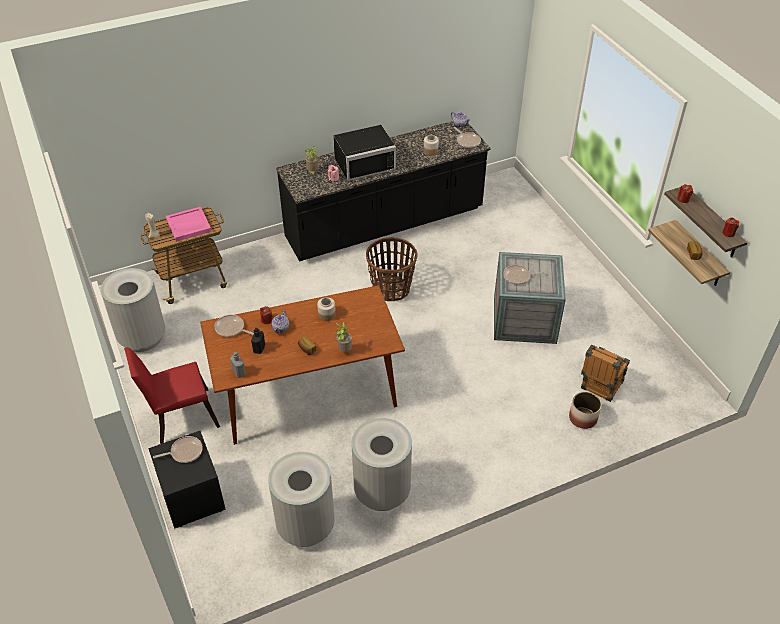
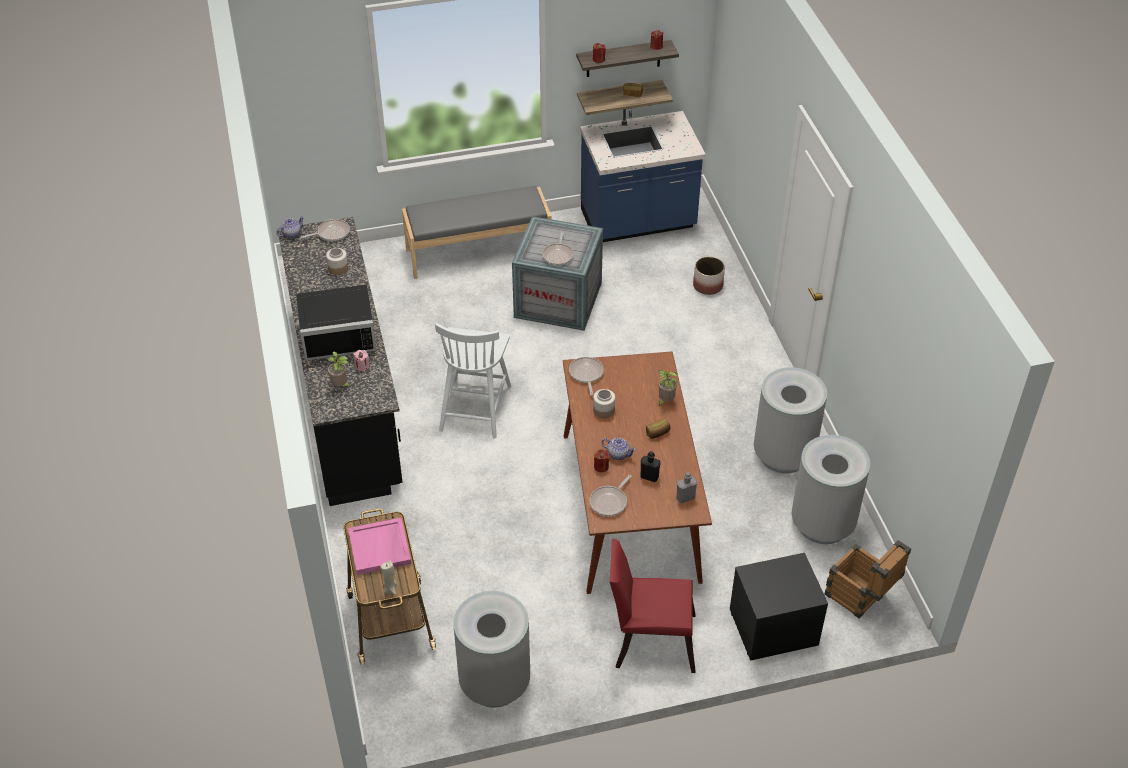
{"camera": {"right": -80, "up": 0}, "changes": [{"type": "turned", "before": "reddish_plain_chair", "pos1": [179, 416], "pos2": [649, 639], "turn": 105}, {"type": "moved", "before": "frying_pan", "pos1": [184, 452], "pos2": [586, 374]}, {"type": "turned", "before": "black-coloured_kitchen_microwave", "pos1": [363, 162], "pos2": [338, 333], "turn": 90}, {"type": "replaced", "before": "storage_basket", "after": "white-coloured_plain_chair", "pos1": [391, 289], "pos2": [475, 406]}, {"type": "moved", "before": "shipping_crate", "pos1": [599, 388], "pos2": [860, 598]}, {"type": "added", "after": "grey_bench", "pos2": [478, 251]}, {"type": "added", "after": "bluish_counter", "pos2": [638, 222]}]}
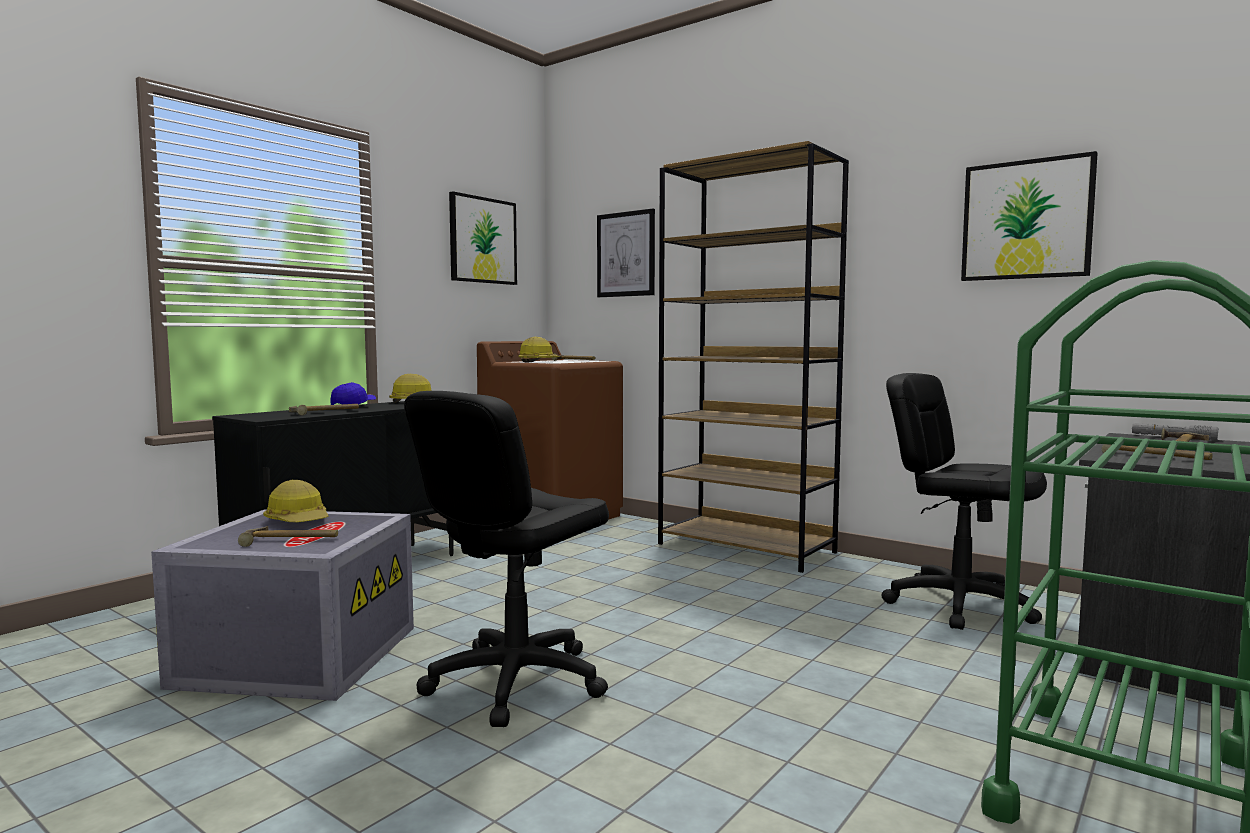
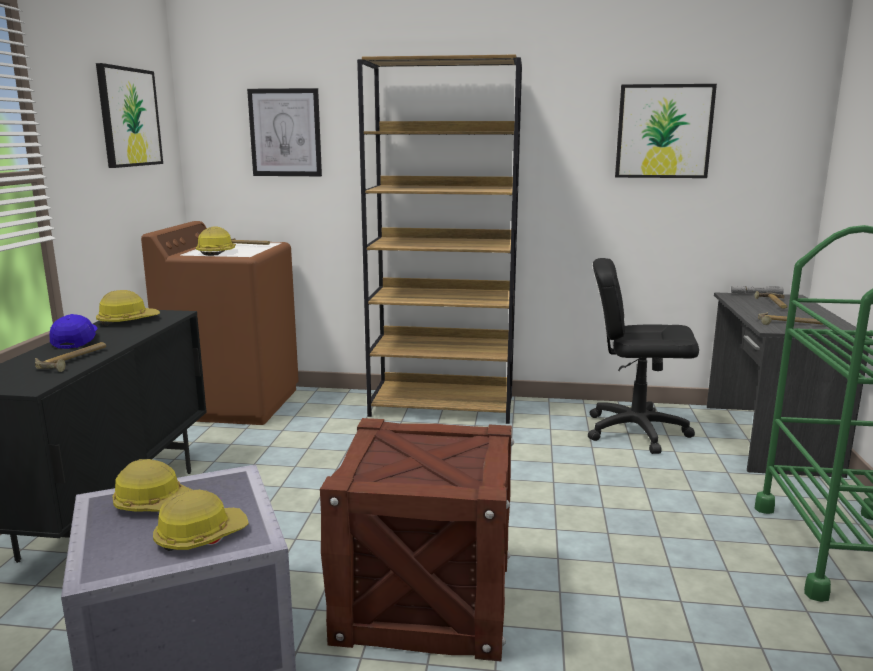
{"camera": {"right": -30, "up": 10}, "changes": [{"type": "replaced", "before": "hand_hammer", "after": "safety_helmet", "pos1": [289, 541], "pos2": [200, 535]}, {"type": "replaced", "before": "black-coloured_computer_chair", "after": "shipping_crate", "pos1": [515, 681], "pos2": [426, 598]}]}
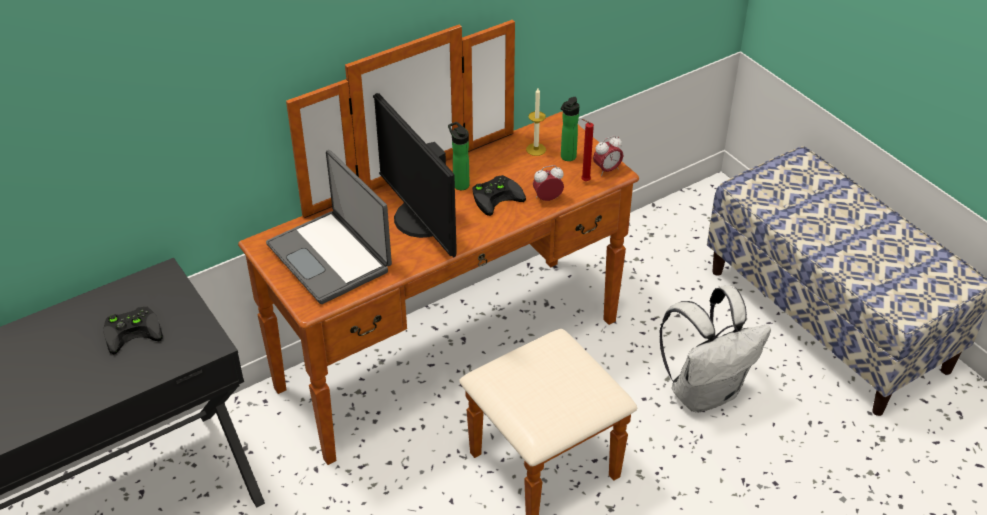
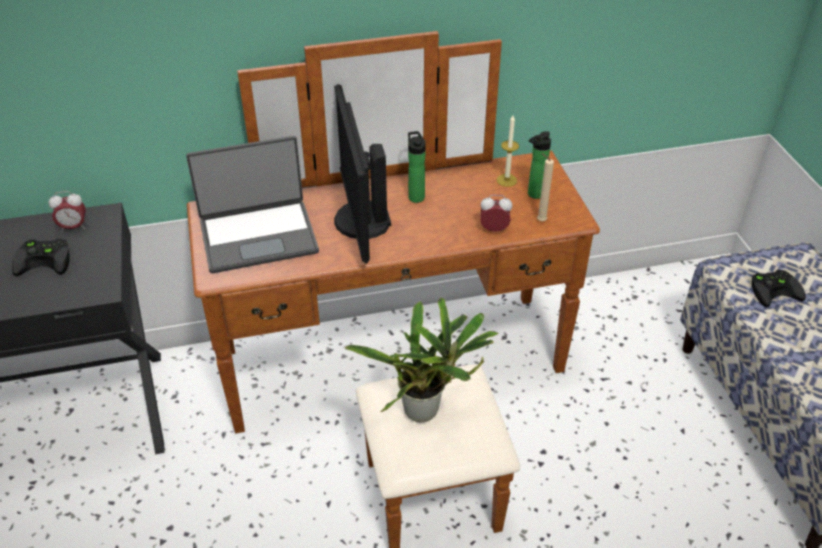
{"camera": {"right": 20, "up": 0}, "changes": [{"type": "turned", "before": "notebook_computer", "pos1": [331, 257], "pos2": [258, 236], "turn": -90}, {"type": "moved", "before": "black-coloured_game_controller", "pos1": [497, 196], "pos2": [775, 289]}, {"type": "recoloured", "before": "reddish_candle", "after": "beige-coloured_candle", "pos1": [584, 181], "pos2": [539, 221]}, {"type": "moved", "before": "alarm_clock", "pos1": [607, 170], "pos2": [73, 227]}, {"type": "removed", "before": "white-coloured_knapsack", "pos1": [705, 392]}, {"type": "added", "after": "houseplant", "pos2": [426, 411]}]}
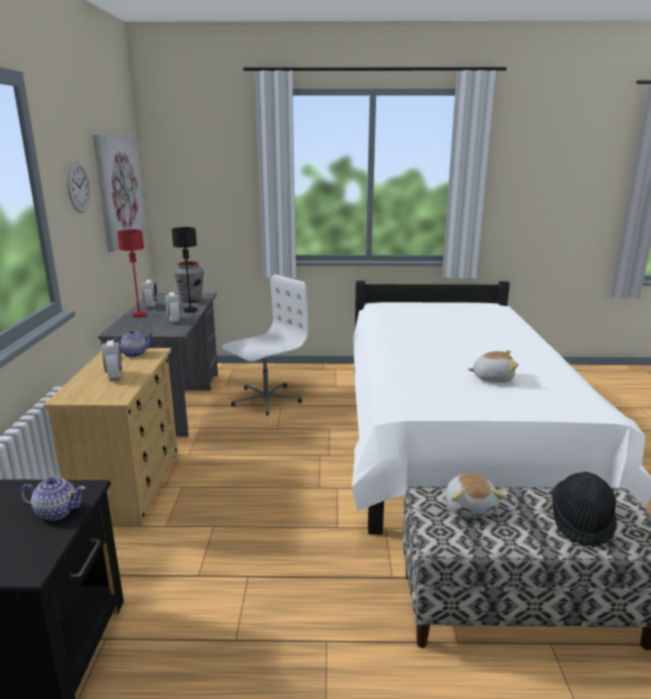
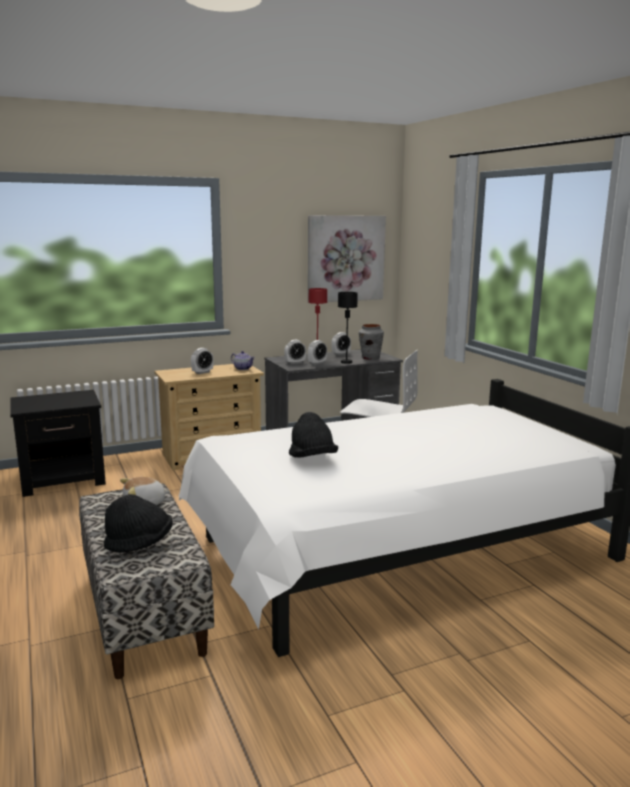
{"camera": {"right": 65, "up": -5}, "changes": [{"type": "removed", "before": "teapot", "pos1": [56, 512]}, {"type": "removed", "before": "wall_clock", "pos1": [78, 187]}, {"type": "replaced", "before": "cuddly_toy", "after": "black-coloured_hat", "pos1": [492, 378], "pos2": [312, 459]}, {"type": "added", "after": "alarm_clock", "pos2": [295, 363]}]}
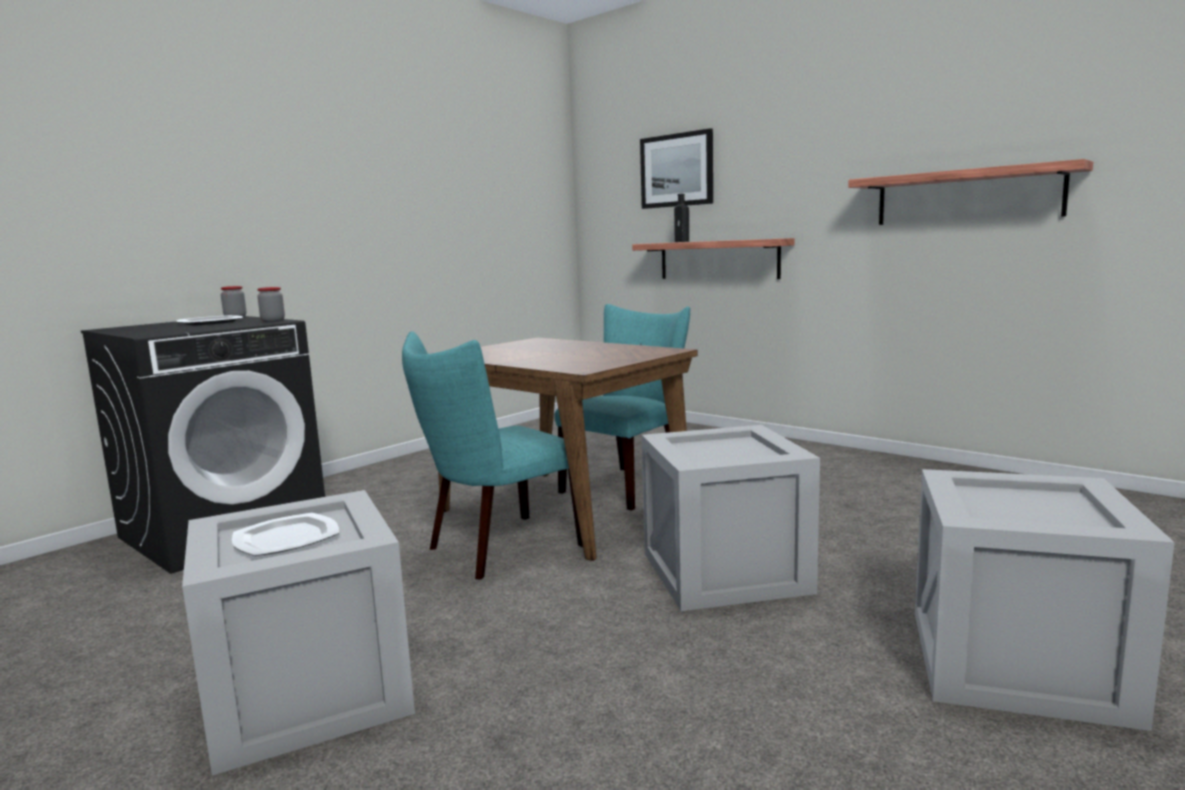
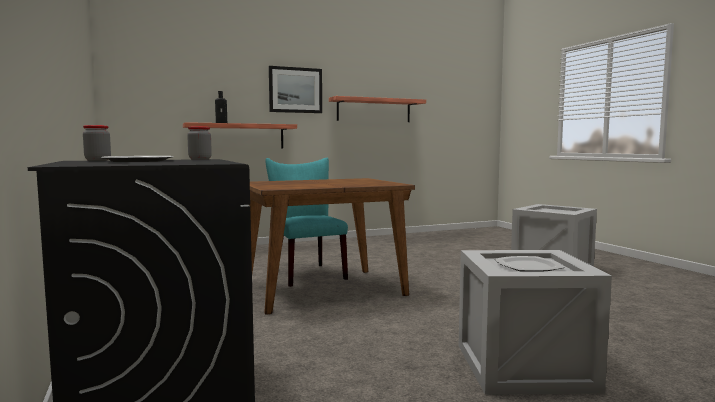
{"camera": {"right": -65, "up": -5}, "changes": [{"type": "removed", "before": "turquoise-coloured_plain_chair", "pos1": [497, 549]}, {"type": "moved", "before": "wall_art", "pos1": [677, 170], "pos2": [295, 90]}, {"type": "removed", "before": "shipping_crate", "pos1": [724, 572]}]}
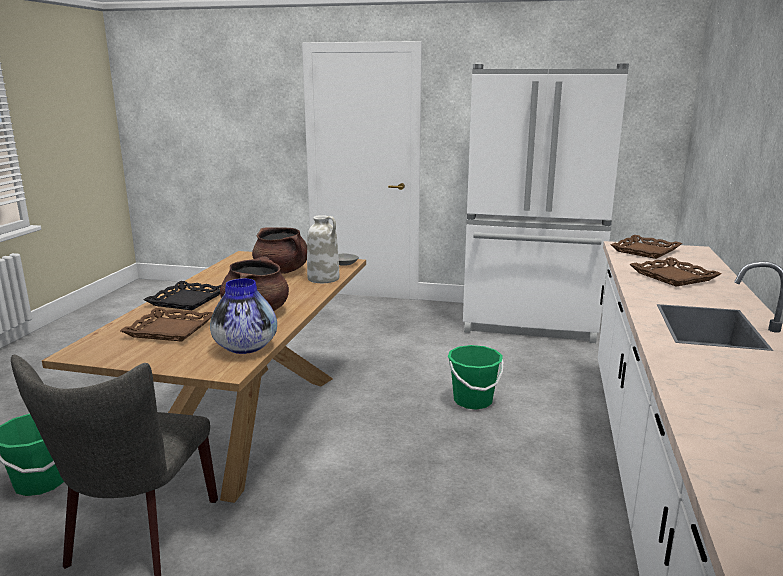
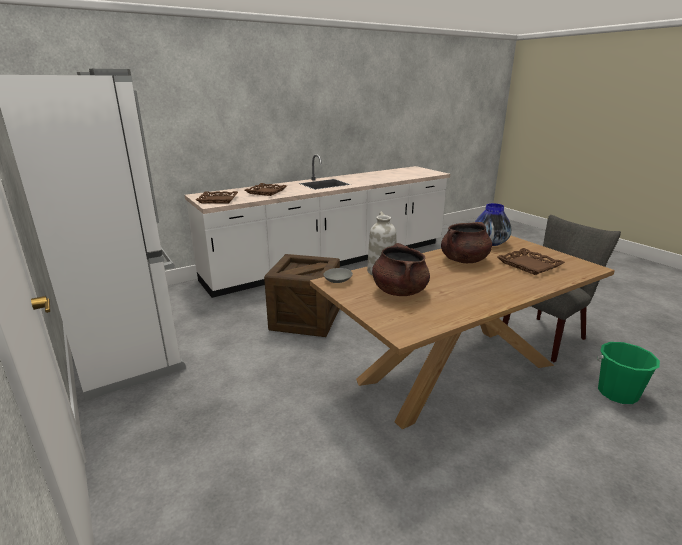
{"camera": {"right": -135, "up": 5}, "changes": [{"type": "removed", "before": "black-coloured_serving_tray", "pos1": [187, 300]}, {"type": "replaced", "before": "greenish_bucket", "after": "shipping_crate", "pos1": [473, 401], "pos2": [305, 319]}]}
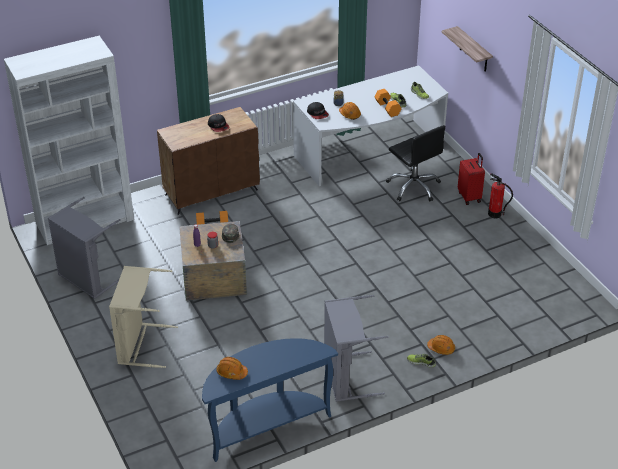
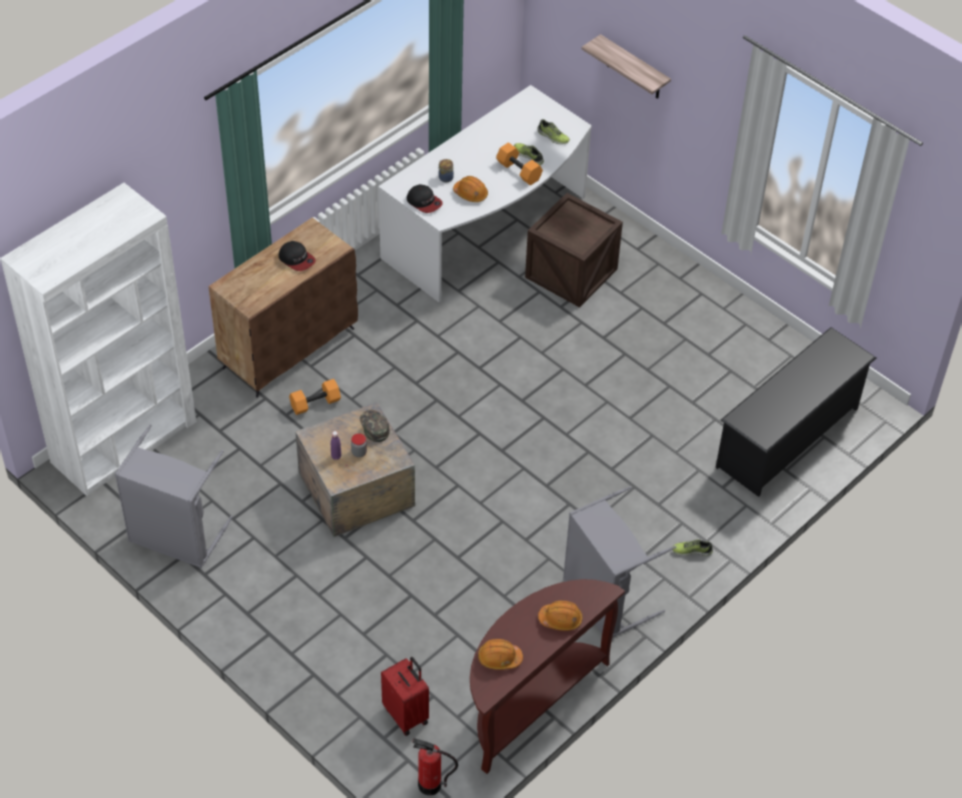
{"camera": {"right": -20, "up": 10}, "changes": [{"type": "removed", "before": "beige-coloured_washing_basket", "pos1": [140, 345]}, {"type": "recoloured", "before": "bluish_narrow_table", "after": "brownish_narrow_table", "pos1": [266, 425], "pos2": [530, 701]}, {"type": "replaced", "before": "black-coloured_computer_chair", "after": "shipping_crate", "pos1": [414, 187], "pos2": [571, 273]}, {"type": "moved", "before": "orange_safety_helmet", "pos1": [441, 348], "pos2": [560, 619]}, {"type": "moved", "before": "reddish_suitcase", "pos1": [470, 197], "pos2": [407, 715]}, {"type": "moved", "before": "fire_extinguisher", "pos1": [494, 214], "pos2": [430, 785]}, {"type": "added", "after": "black-coloured_shoe_rack", "pos2": [788, 437]}]}
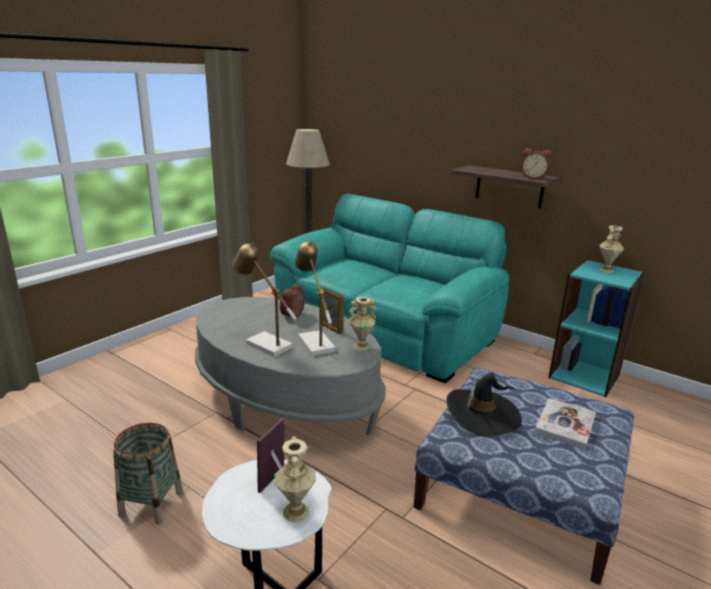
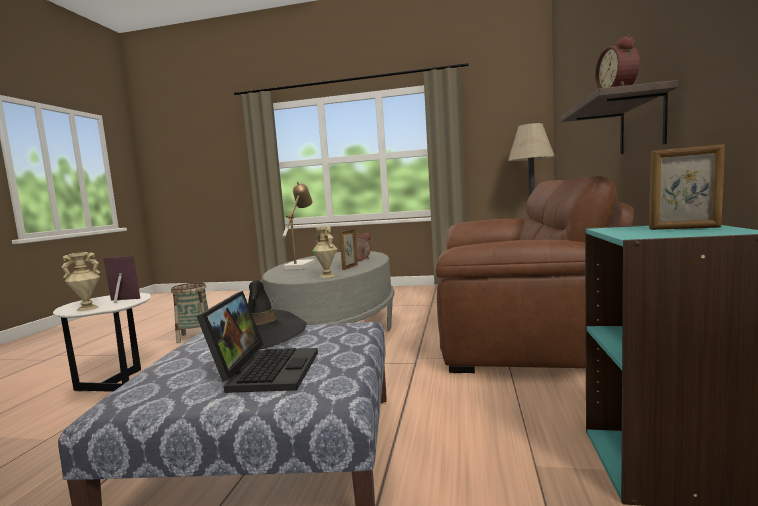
{"camera": {"right": 65, "up": -15}, "changes": [{"type": "recoloured", "before": "turquoise-coloured_sofa", "after": "brownish_sofa", "pos1": [386, 329], "pos2": [515, 326]}, {"type": "removed", "before": "lamp_for_a_table", "pos1": [313, 342]}, {"type": "replaced", "before": "bound_book", "after": "notebook_computer", "pos1": [565, 424], "pos2": [265, 370]}, {"type": "replaced", "before": "beige-coloured_decorative_vase", "after": "picture_frame", "pos1": [606, 270], "pos2": [684, 228]}]}
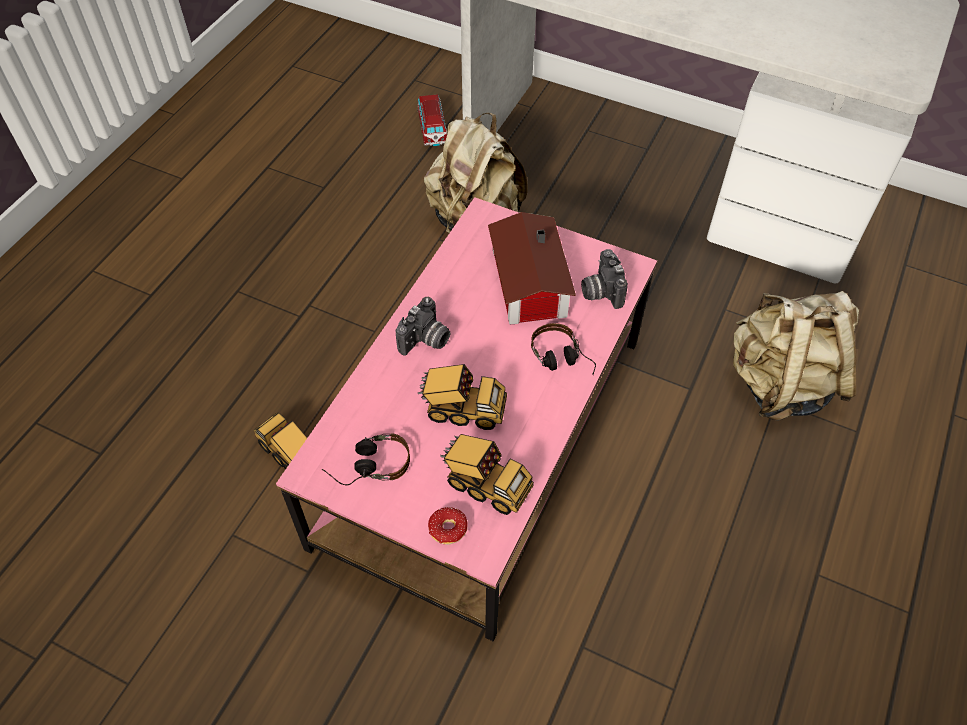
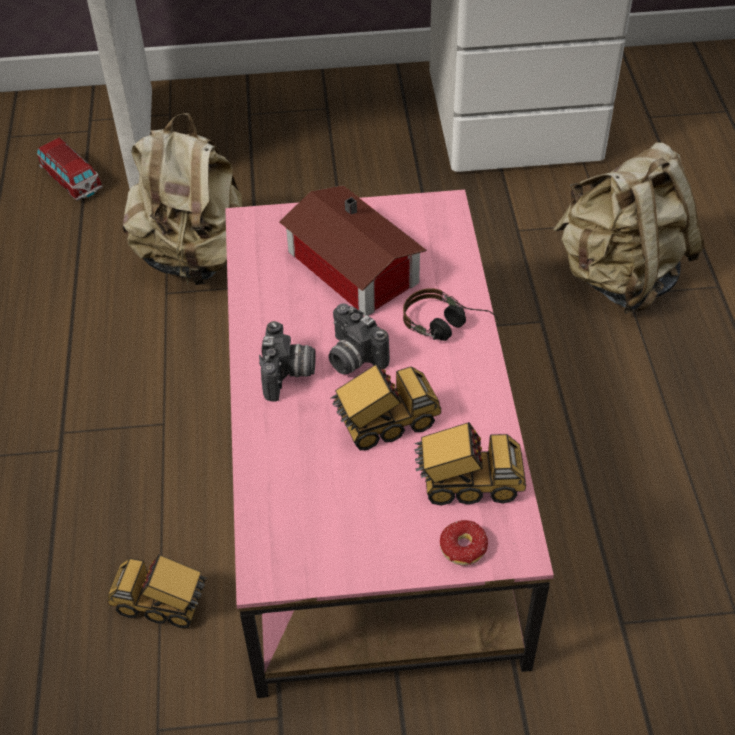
{"camera": {"right": -30, "up": -5}, "changes": [{"type": "removed", "before": "pair_of_headphones", "pos1": [368, 465]}, {"type": "moved", "before": "still_camera", "pos1": [600, 291], "pos2": [352, 358]}]}
